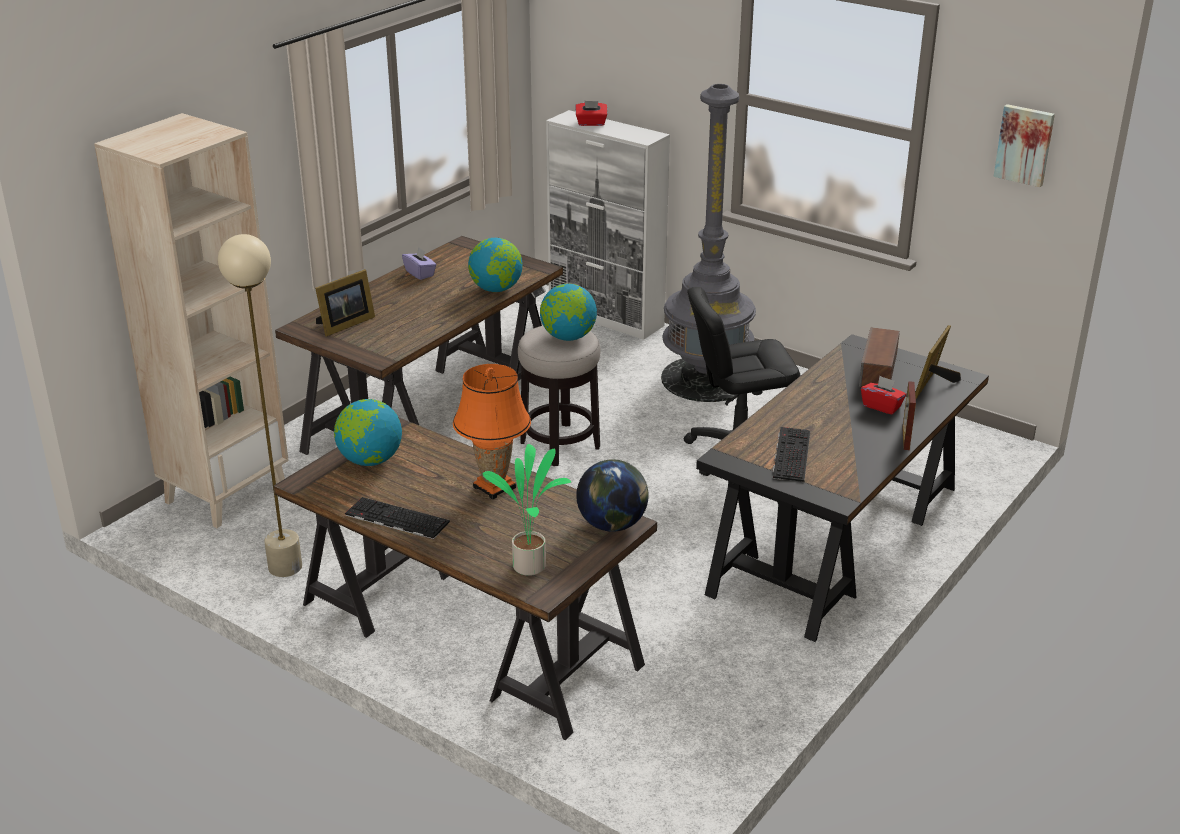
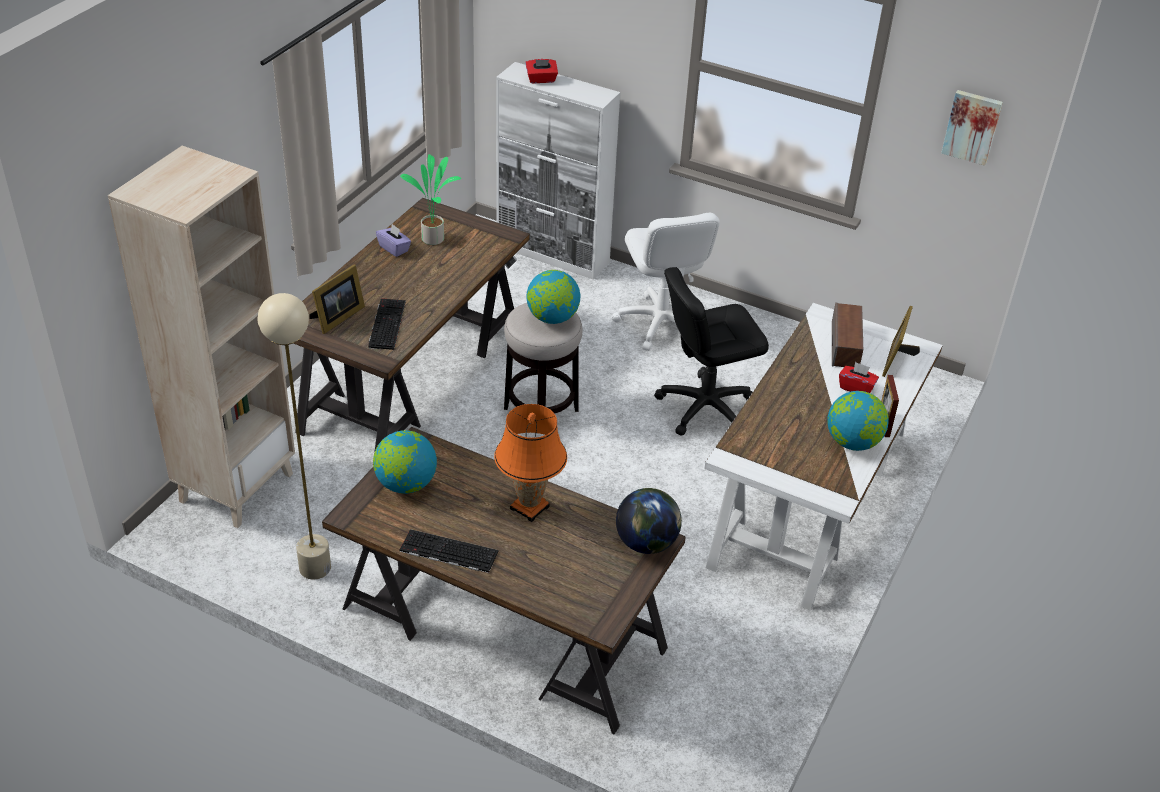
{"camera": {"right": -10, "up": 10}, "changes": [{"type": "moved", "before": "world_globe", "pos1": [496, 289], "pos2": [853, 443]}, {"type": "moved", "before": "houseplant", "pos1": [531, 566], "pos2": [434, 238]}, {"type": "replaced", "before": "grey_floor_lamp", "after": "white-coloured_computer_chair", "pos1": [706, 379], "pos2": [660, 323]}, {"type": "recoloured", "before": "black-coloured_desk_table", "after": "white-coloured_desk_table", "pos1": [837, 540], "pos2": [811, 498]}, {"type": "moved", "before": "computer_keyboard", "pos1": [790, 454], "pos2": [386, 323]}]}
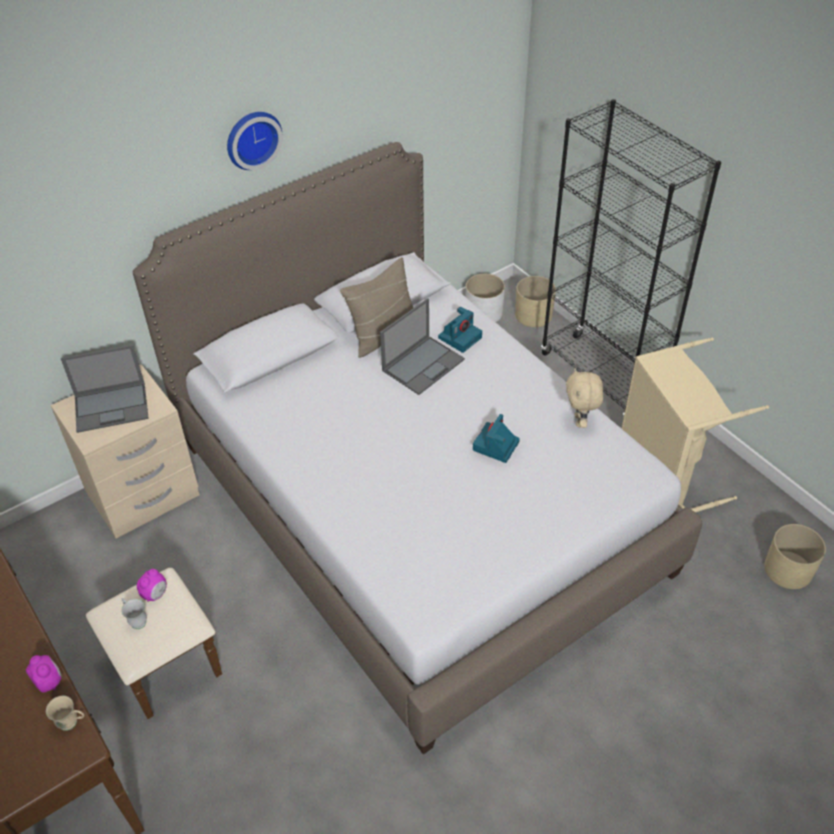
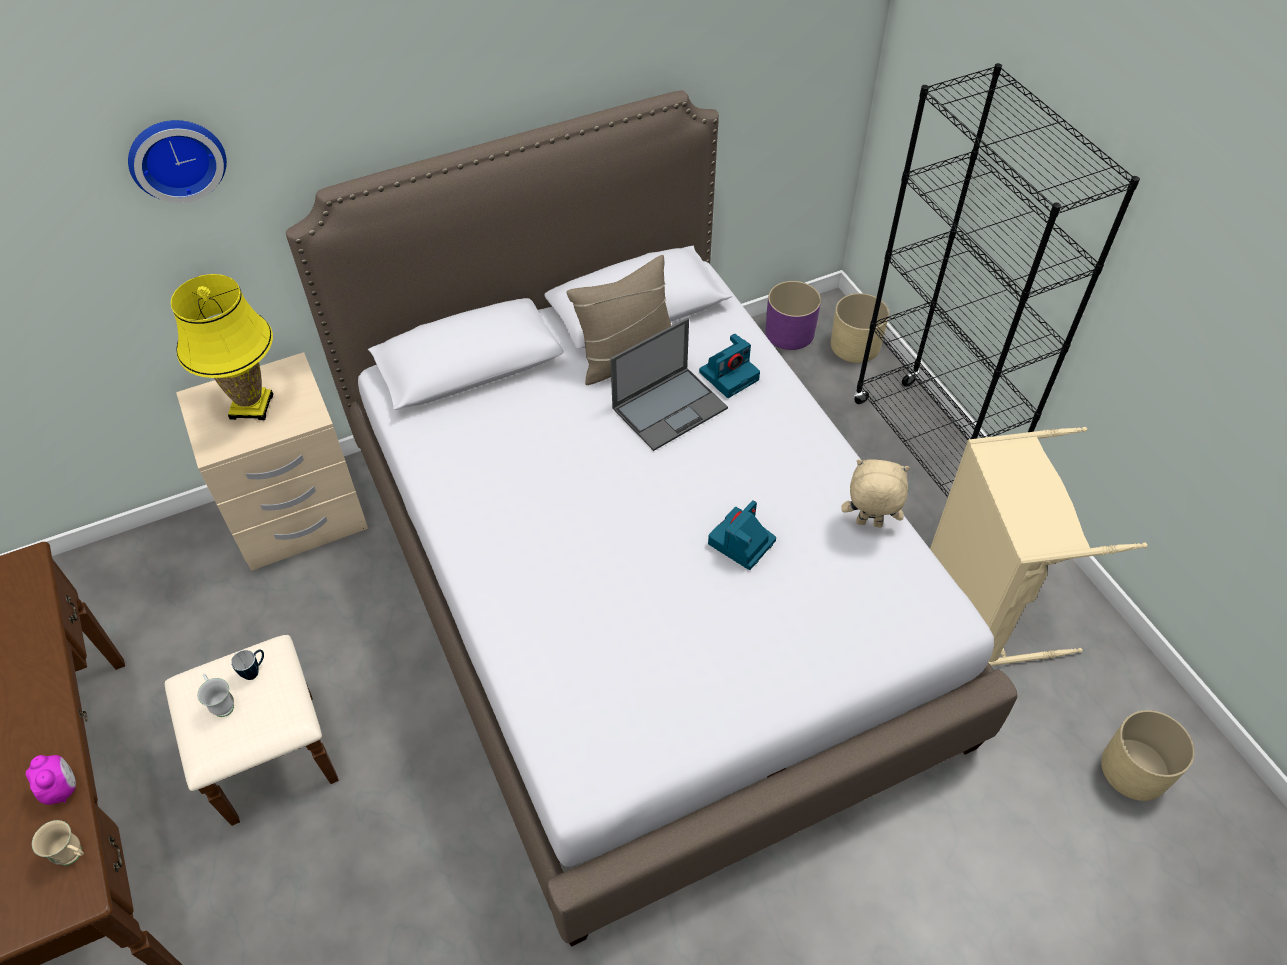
{"camera": {"right": 10, "up": 5}, "changes": [{"type": "replaced", "before": "notebook_computer", "after": "yellowish_lamp_for_a_table", "pos1": [112, 407], "pos2": [252, 406]}, {"type": "replaced", "before": "alarm_clock", "after": "tea_mug", "pos1": [155, 594], "pos2": [255, 671]}, {"type": "moved", "before": "wall_clock", "pos1": [252, 138], "pos2": [176, 157]}, {"type": "recoloured", "before": "white-coloured_plant_pot", "after": "purple-coloured_plant_pot", "pos1": [484, 312], "pos2": [790, 332]}, {"type": "turned", "before": "beige-coloured_cuddly_toy", "pos1": [580, 421], "pos2": [868, 524], "turn": 90}]}
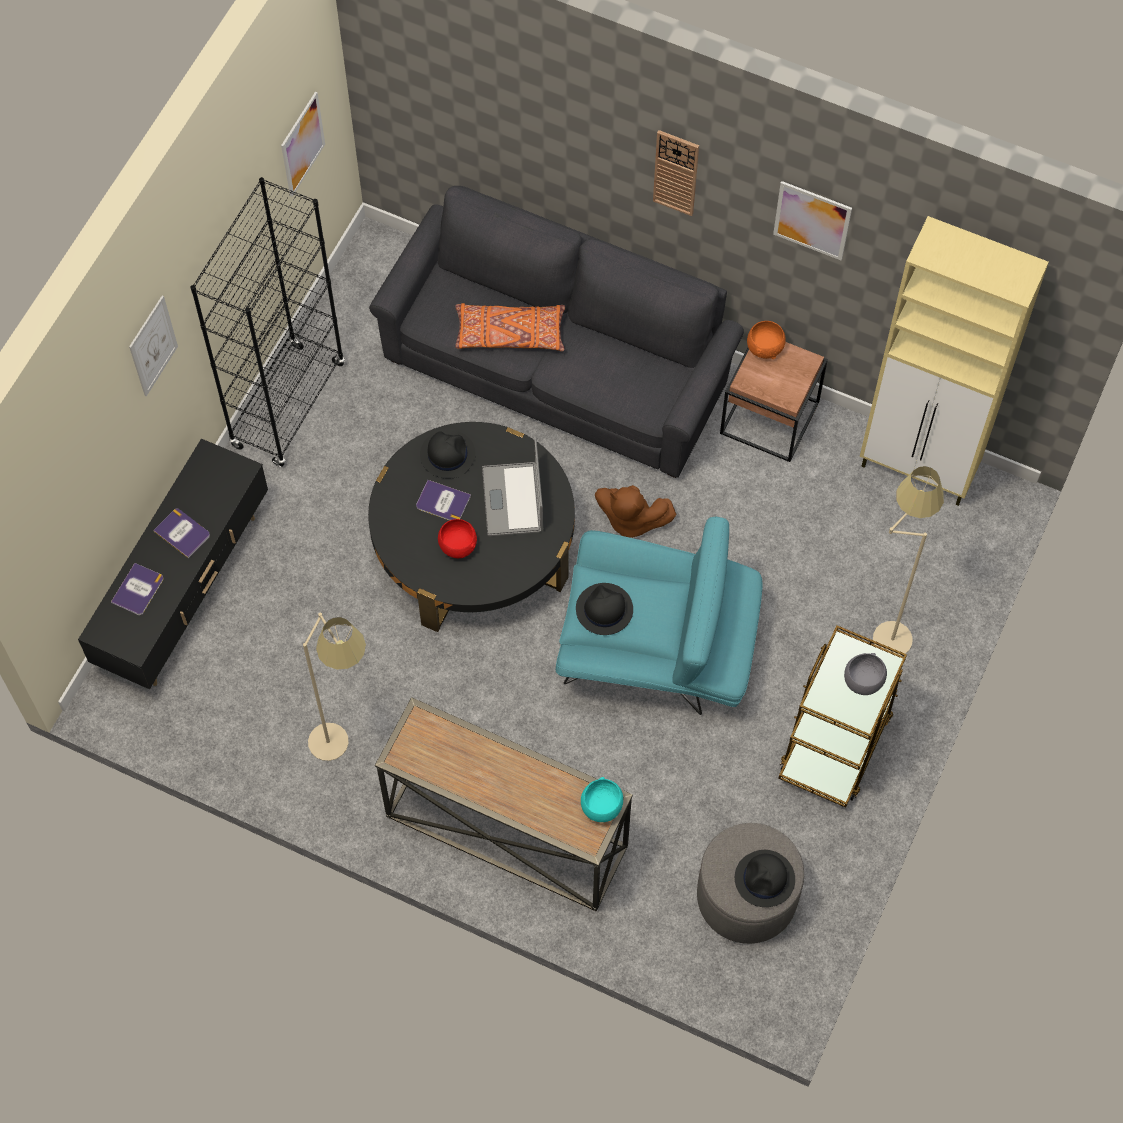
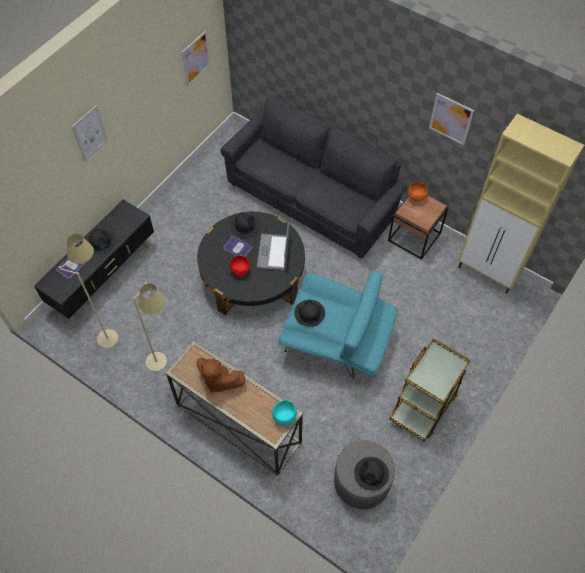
{"camera": {"right": 10, "up": -5}, "changes": [{"type": "replaced", "before": "bound_book", "after": "black-coloured_hat", "pos1": [182, 533], "pos2": [101, 242]}, {"type": "removed", "before": "black-coloured_bookcase", "pos1": [288, 405]}, {"type": "removed", "before": "orange_cushion", "pos1": [510, 334]}, {"type": "moved", "before": "brownish_cuddly_toy", "pos1": [630, 520], "pos2": [219, 380]}, {"type": "removed", "before": "wall_clock", "pos1": [676, 172]}, {"type": "removed", "before": "grey_deep_dish", "pos1": [863, 682]}, {"type": "moved", "before": "beige-coloured_floor_lamp", "pos1": [887, 622], "pos2": [108, 330]}]}
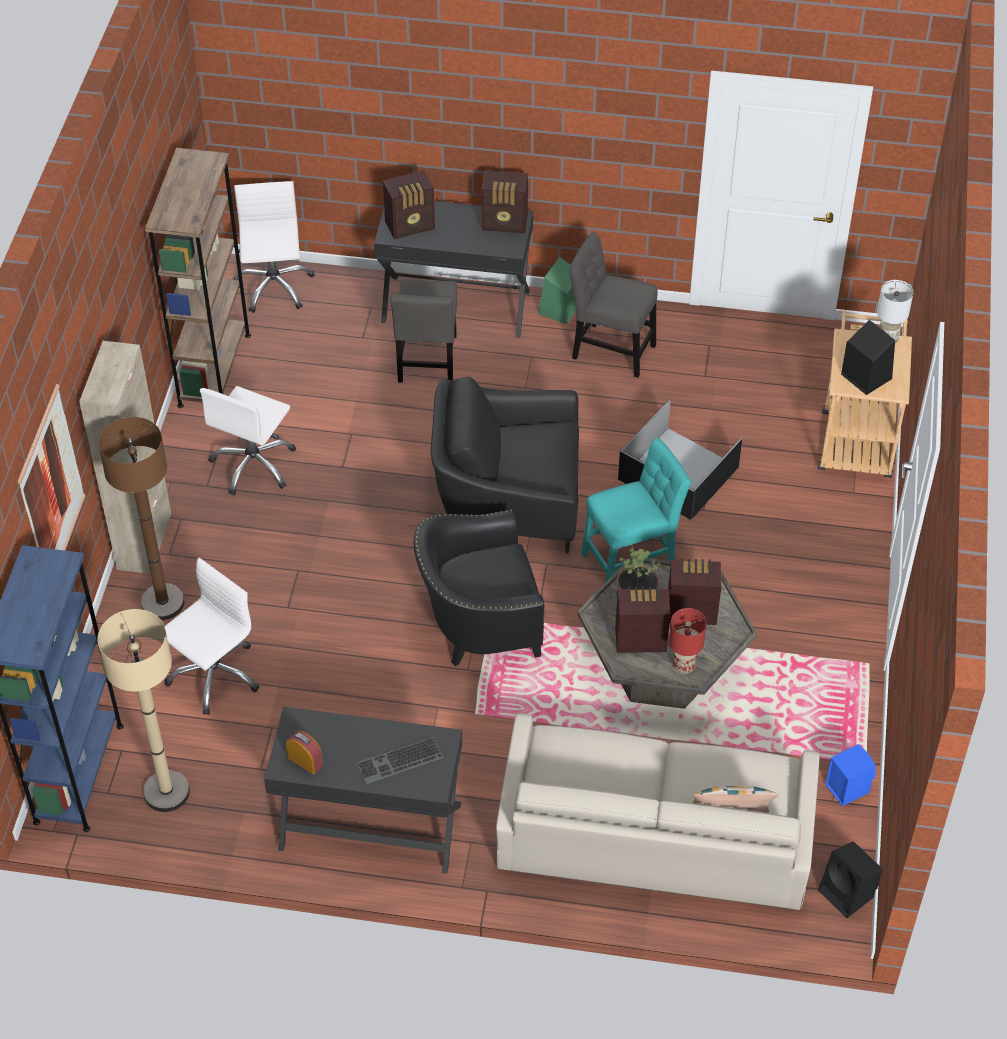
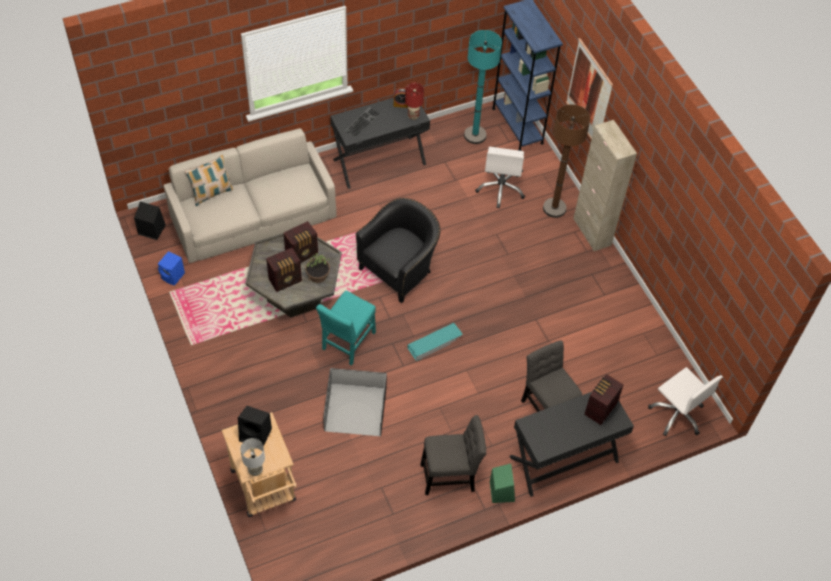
{"camera": {"right": 145, "up": 5}, "changes": [{"type": "recoloured", "before": "beige-coloured_floor_lamp", "after": "turquoise-coloured_floor_lamp", "pos1": [166, 792], "pos2": [475, 135]}, {"type": "removed", "before": "brownish_bookcase", "pos1": [214, 370]}, {"type": "removed", "before": "white-coloured_computer_chair", "pos1": [254, 465]}, {"type": "replaced", "before": "black-coloured_easy_chair", "after": "turquoise-coloured_storage_container", "pos1": [508, 501], "pos2": [435, 343]}, {"type": "removed", "before": "radio_set", "pos1": [505, 223]}, {"type": "moved", "before": "reddish_lamp_for_a_table", "pos1": [683, 667], "pos2": [413, 116]}]}
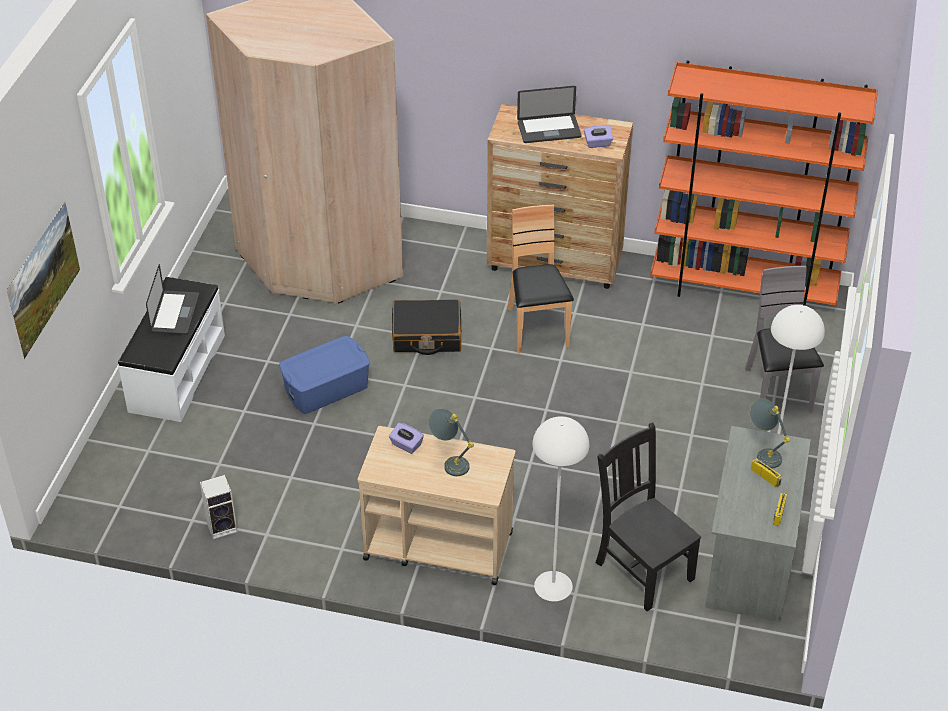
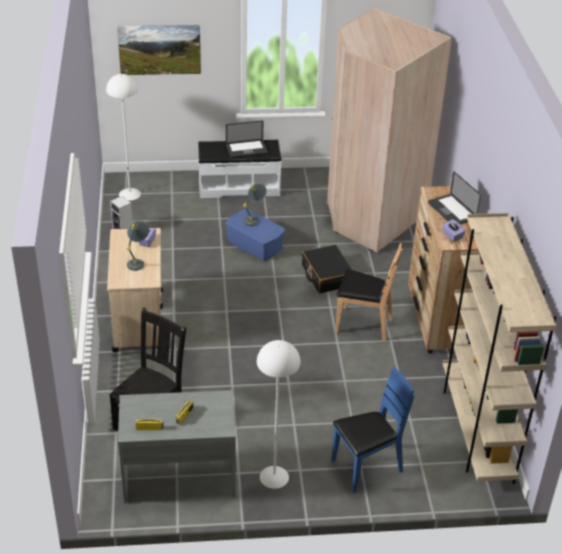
{"camera": {"right": 70, "up": -5}, "changes": [{"type": "turned", "before": "brownish_plain_chair", "pos1": [536, 328], "pos2": [363, 324], "turn": 45}, {"type": "moved", "before": "white-coloured_floor_lamp", "pos1": [553, 586], "pos2": [129, 194]}, {"type": "recoloured", "before": "orange_bookcase", "after": "beige-coloured_bookcase", "pos1": [743, 289], "pos2": [476, 430]}, {"type": "recoloured", "before": "grey_plain_chair", "after": "bluish_plain_chair", "pos1": [776, 391], "pos2": [366, 467]}, {"type": "moved", "before": "grey_lamp_for_a_table", "pos1": [763, 453], "pos2": [254, 219]}]}
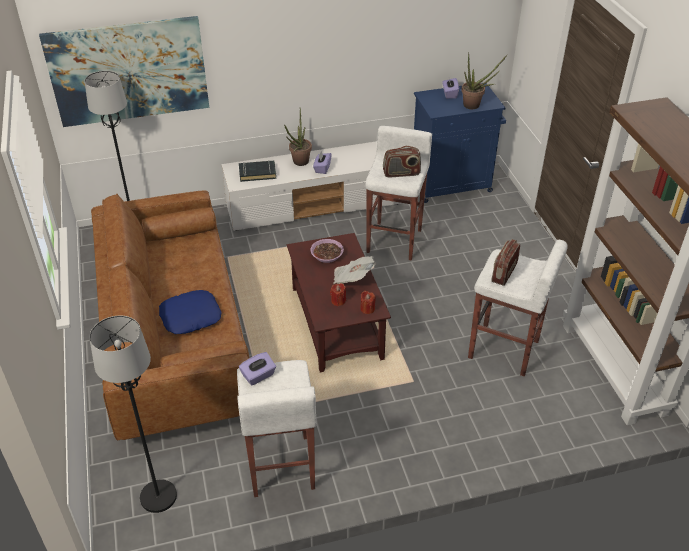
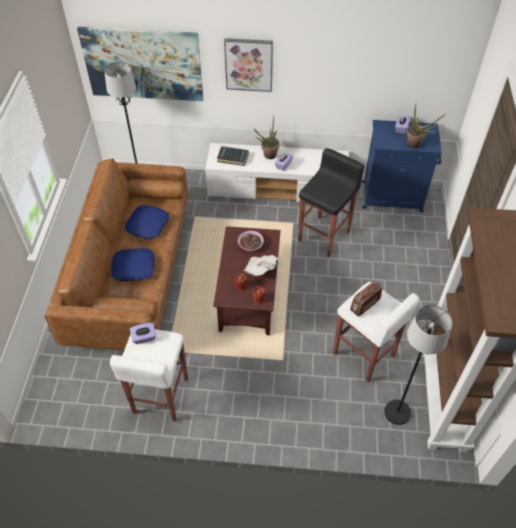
{"camera": {"right": 20, "up": 10}, "changes": [{"type": "moved", "before": "black-coloured_floor_lamp", "pos1": [158, 497], "pos2": [397, 412]}, {"type": "recoloured", "before": "white-coloured_sitting_stool", "after": "black-coloured_sitting_stool", "pos1": [395, 240], "pos2": [325, 236]}, {"type": "removed", "before": "radio_set", "pos1": [401, 173]}, {"type": "added", "after": "bluish_cushion", "pos2": [147, 225]}, {"type": "added", "after": "wall_art", "pos2": [249, 64]}]}
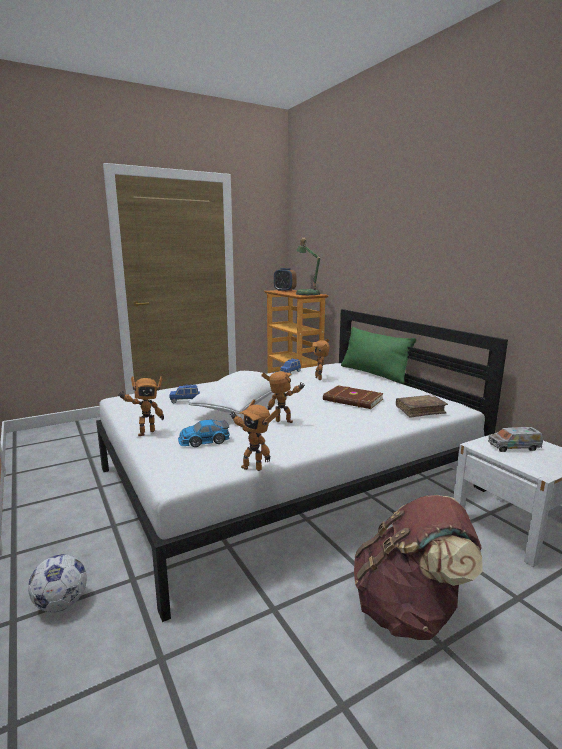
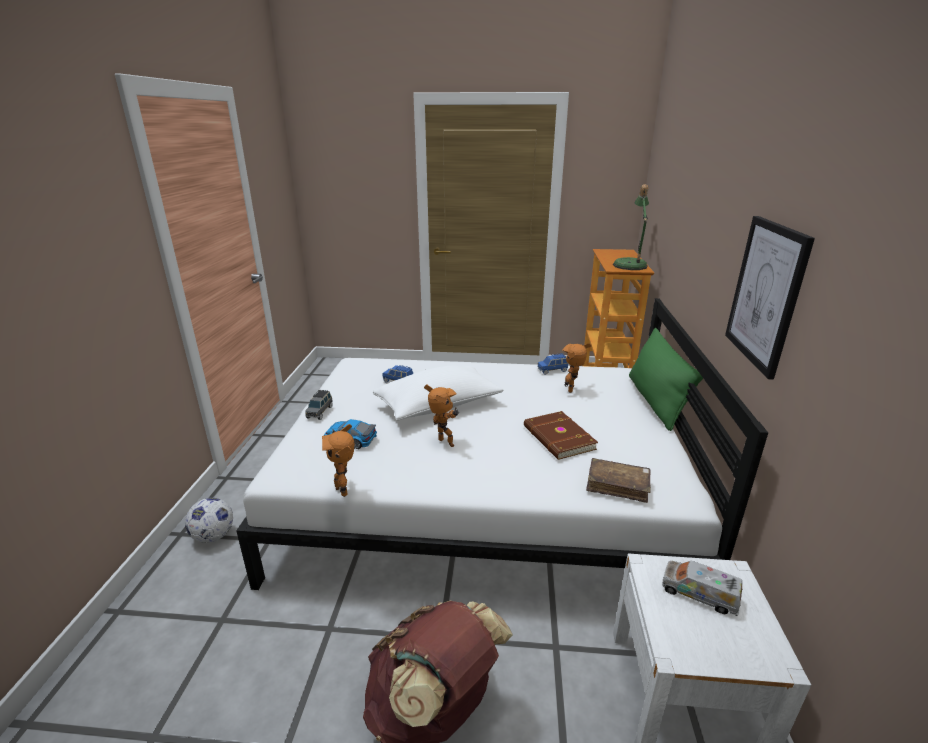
{"camera": {"right": 35, "up": 10}, "changes": [{"type": "replaced", "before": "robot_figure", "after": "grey_miniature_car", "pos1": [145, 432], "pos2": [320, 412]}, {"type": "removed", "before": "alarm_clock", "pos1": [284, 290]}, {"type": "added", "after": "wall_art", "pos2": [766, 294]}]}
